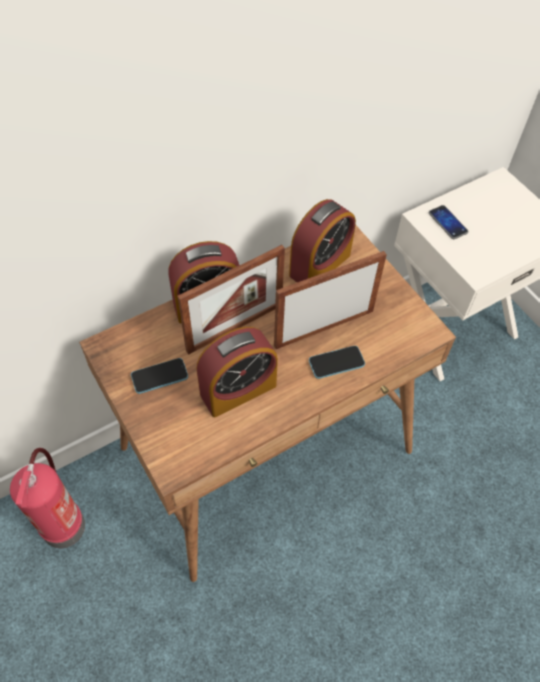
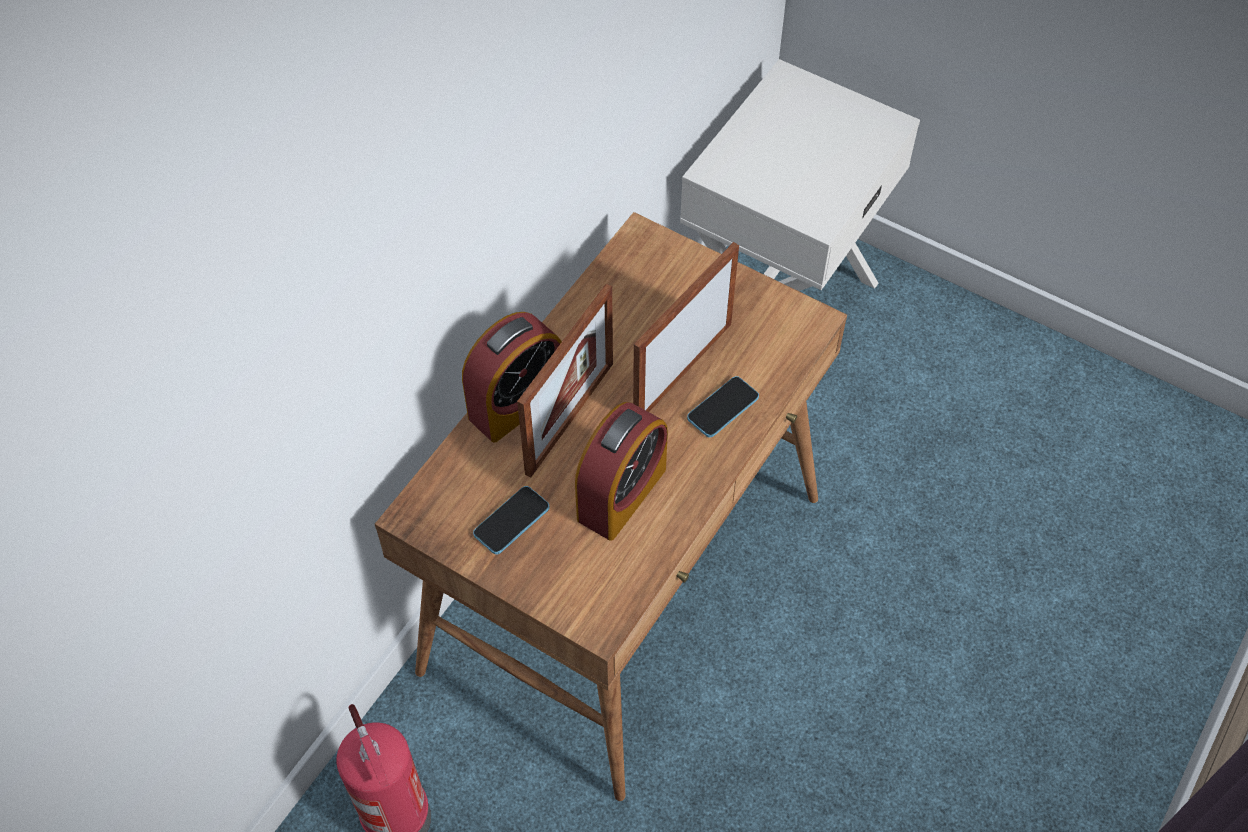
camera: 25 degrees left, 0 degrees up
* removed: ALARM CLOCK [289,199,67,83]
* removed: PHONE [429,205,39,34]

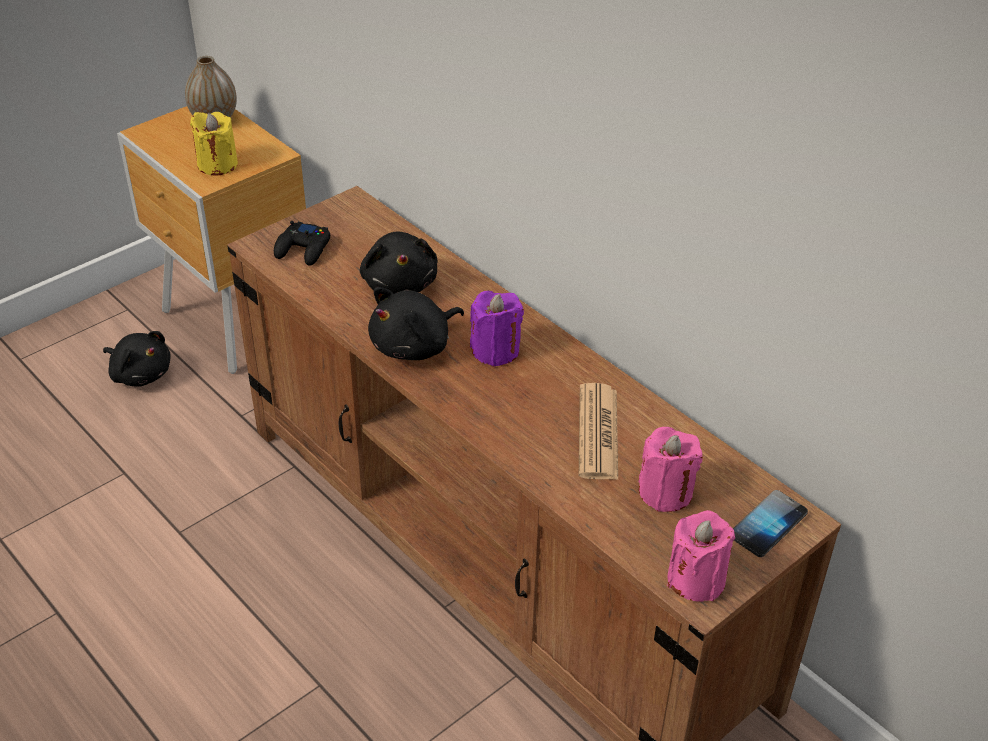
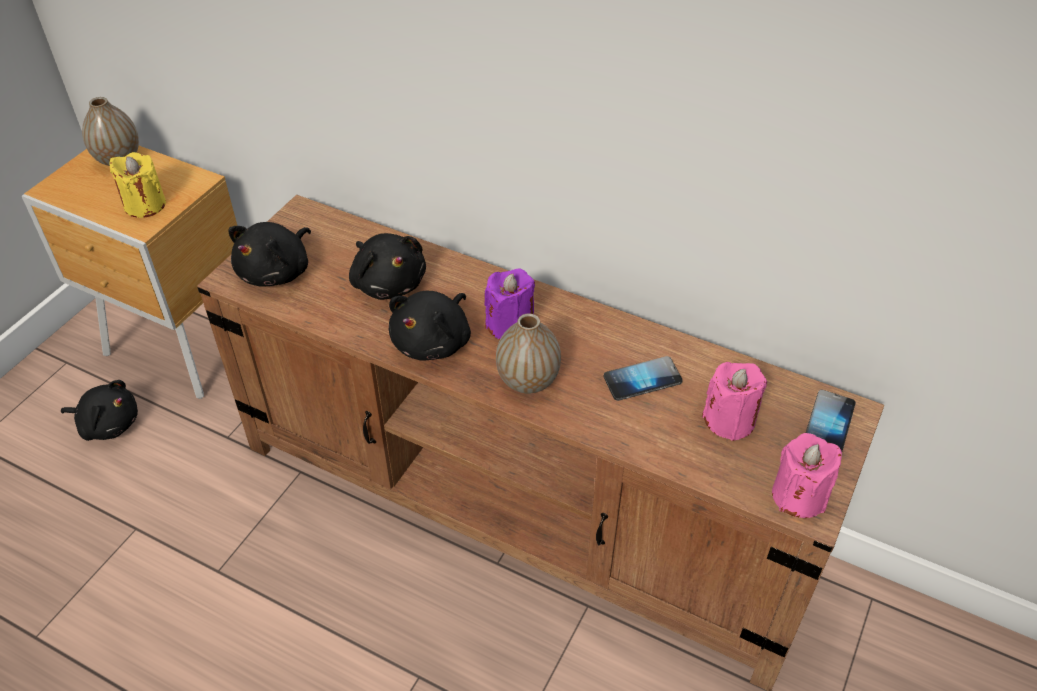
camera: 20 degrees left, 5 degrees up
* replaced: BLACK GAME CONTROLLER [274,221,56,45] to BLACK PLUSH TOY [228,222,83,65]
* replaced: NEWSPAPER [579,383,39,97] to PHONE [604,356,78,45]
* added: VASE [496,314,65,80]

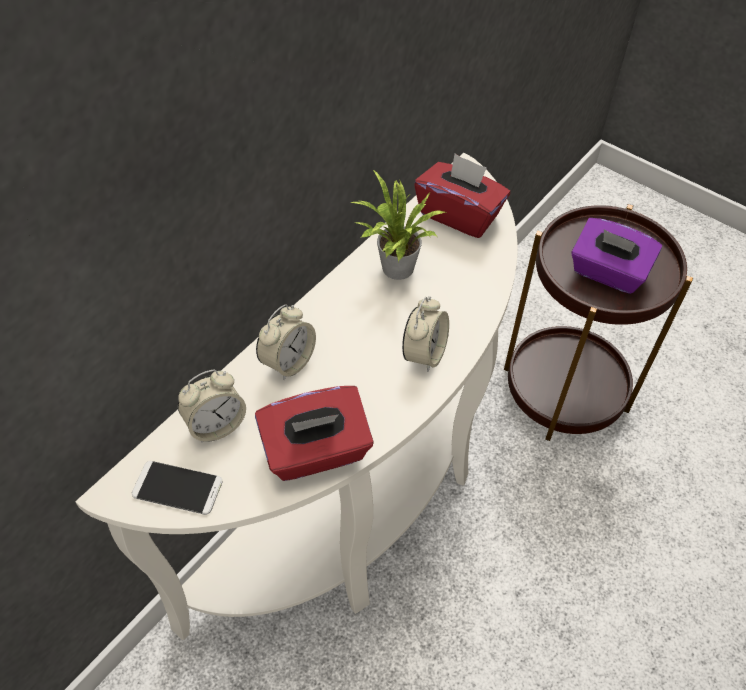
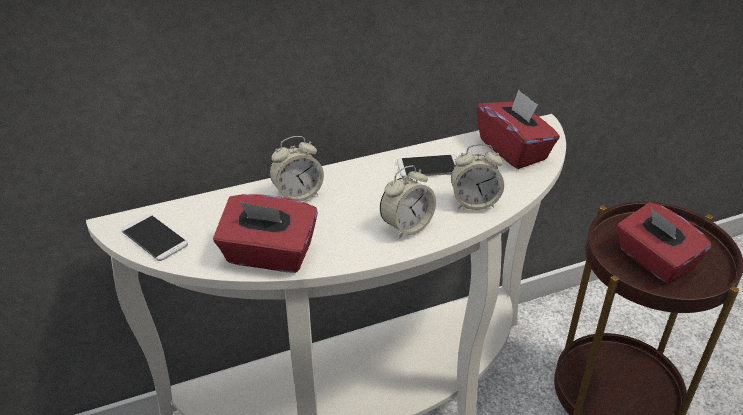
camera: 30 degrees right, 15 degrees down
* replaced: POTTED PLANT [350,170,96,110] to PHONE [397,155,60,23]
* recoloured: PURPLE TISSUE BOX [571,218,91,76] to RED TISSUE BOX [617,202,95,81]
* moved: ALARM CLOCK [178,369,68,74] to [451,144,53,66]

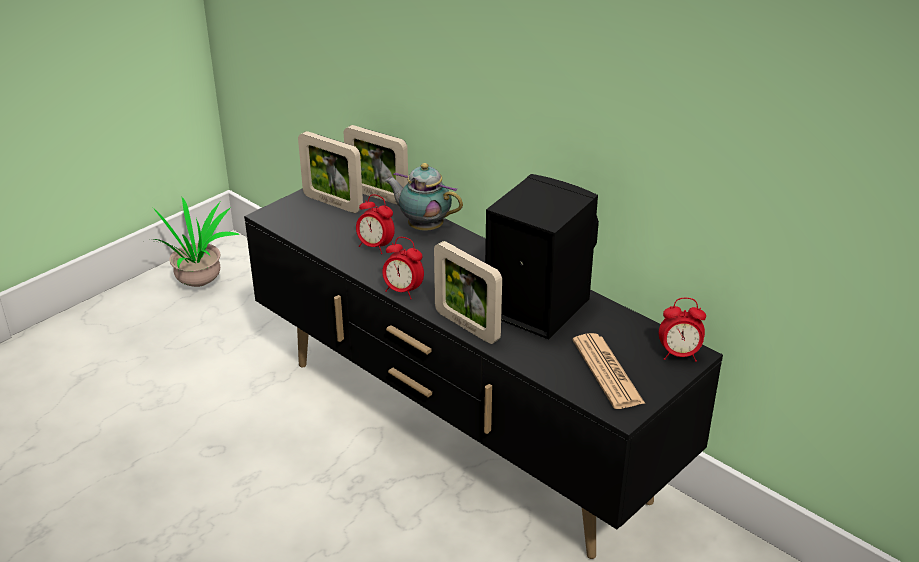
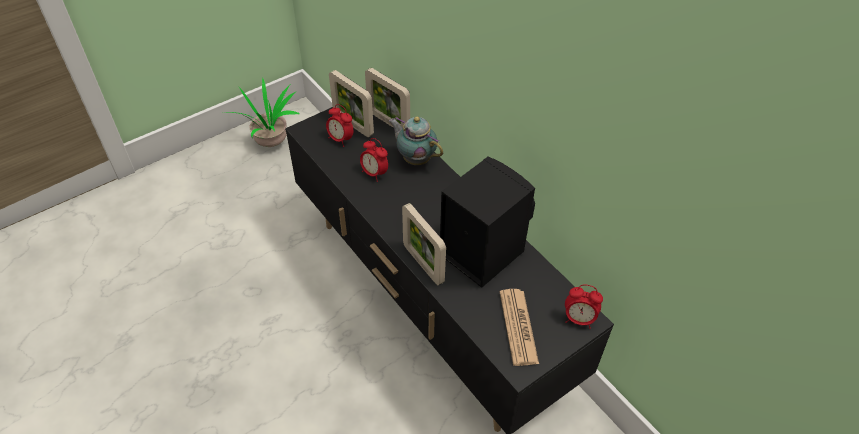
camera: 10 degrees right, 15 degrees up
* moved: ALARM CLOCK [382,237,42,62] to [326,104,27,43]

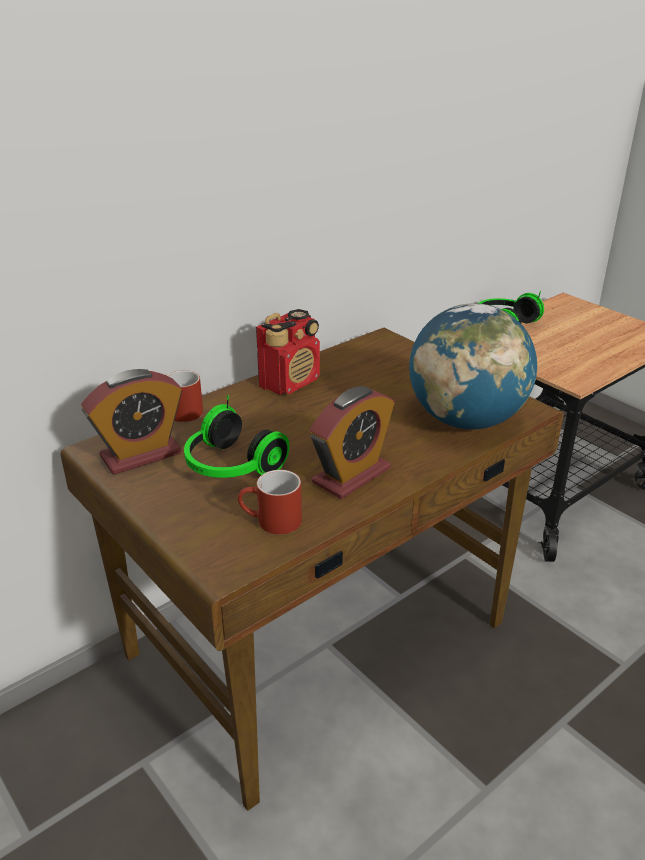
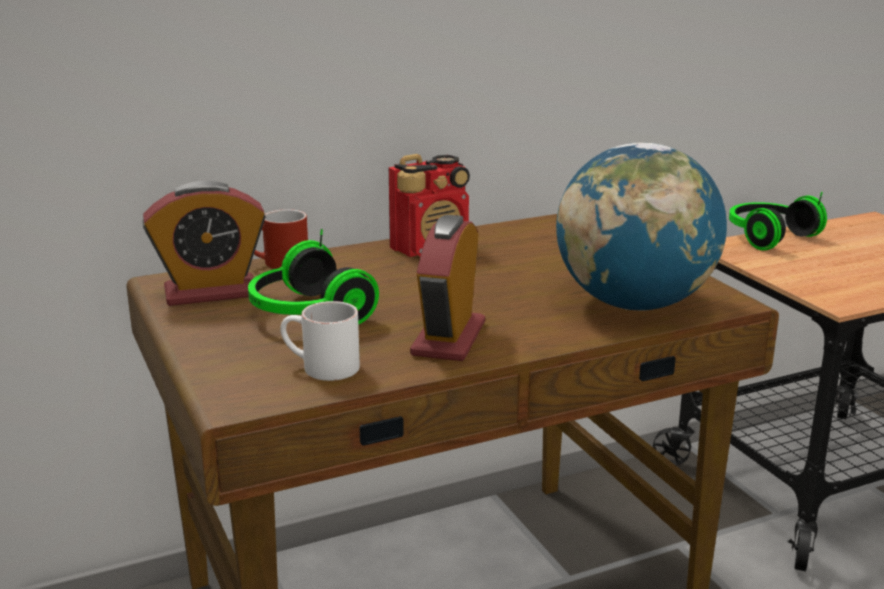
camera: 15 degrees right, 10 degrees down
* turned: ALARM CLOCK [310,386,85,114] = [410,215,75,146] 135 degrees clockwise
* recoloured: RED MUG [238,470,64,65] to WHITE MUG [280,301,80,80]

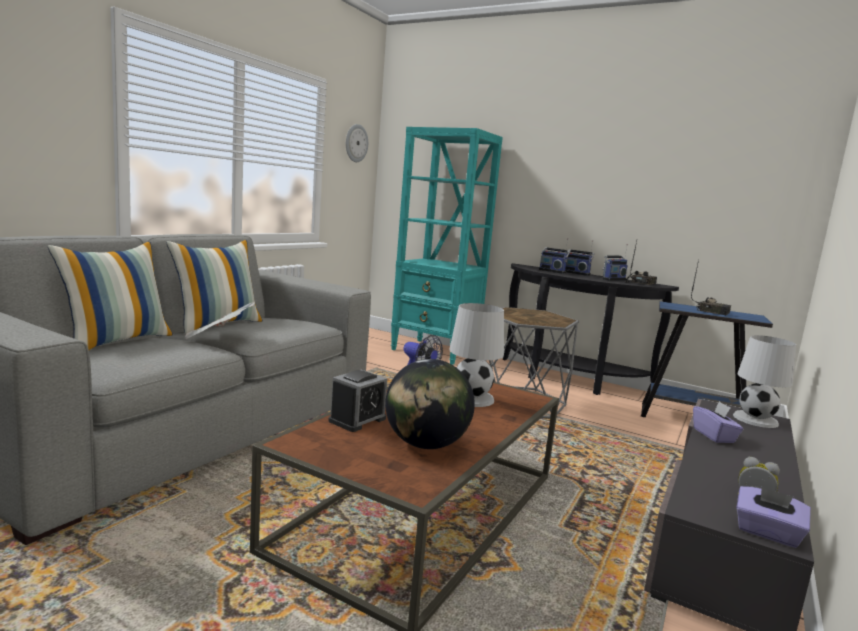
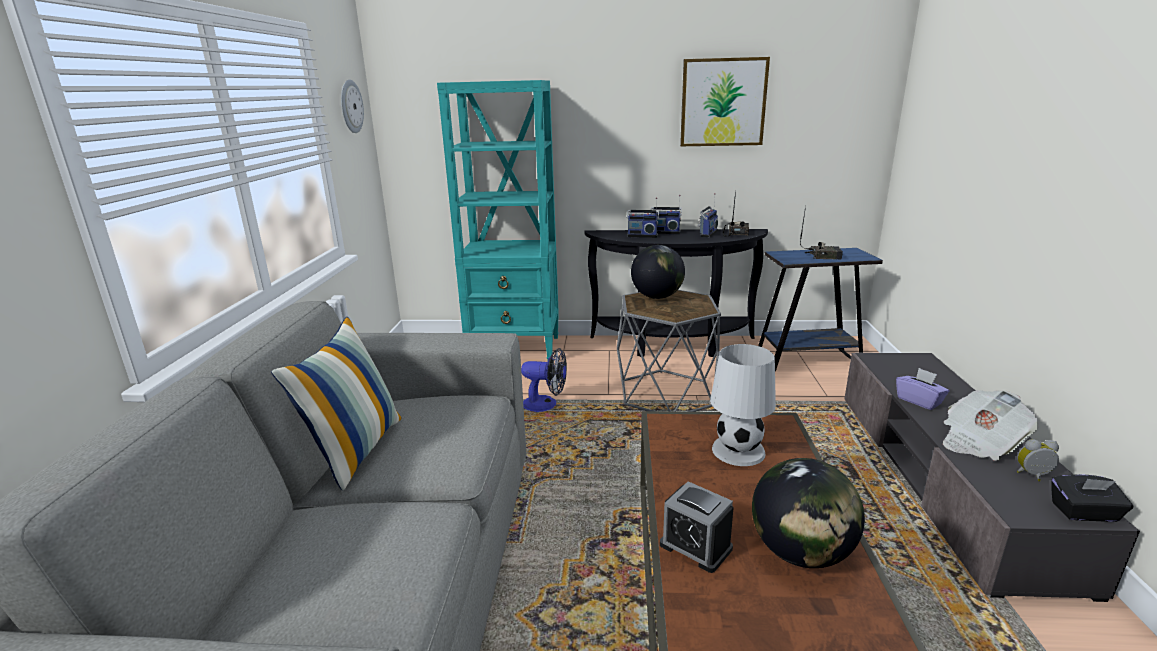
camera: 25 degrees left, 10 degrees up
* removed: PILLOW [47,242,126,108]
* moved: NEWSPAPER [185,302,70,38] to [943,390,96,71]
* removed: WHITE TABLE LAMP [733,335,63,93]
* turned: ALARM CLOCK [328,370,60,62] = [660,481,74,92] 120 degrees clockwise
* recoloured: PURPLE TISSUE BOX [736,486,75,62] to BLACK TISSUE BOX [1052,474,82,48]
* added: PICTURE [680,57,90,89]
* added: GLOBE [631,245,54,54]

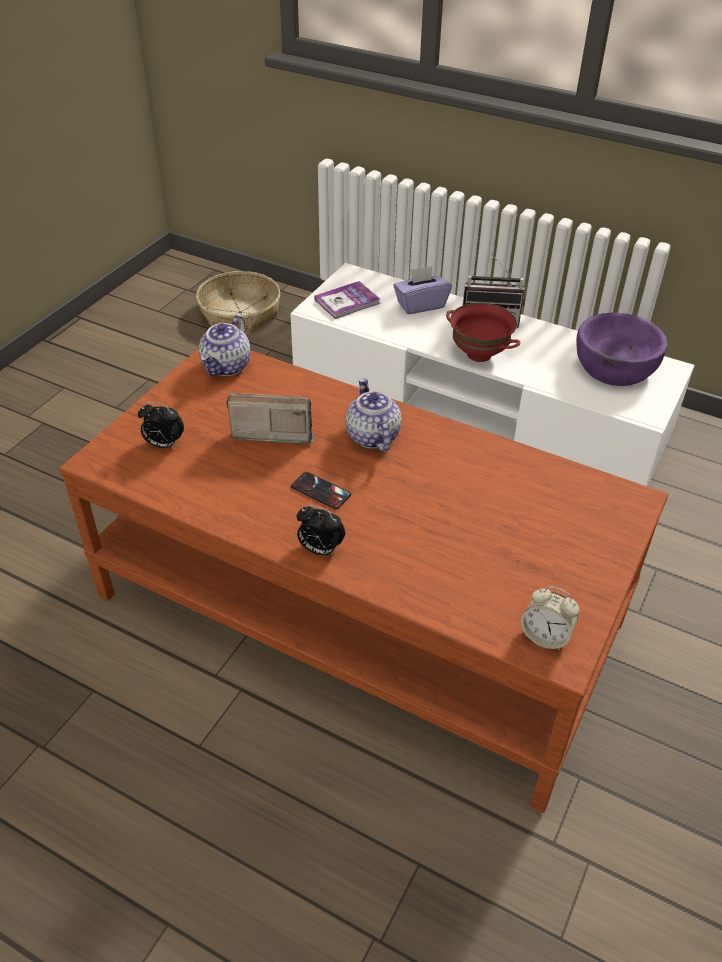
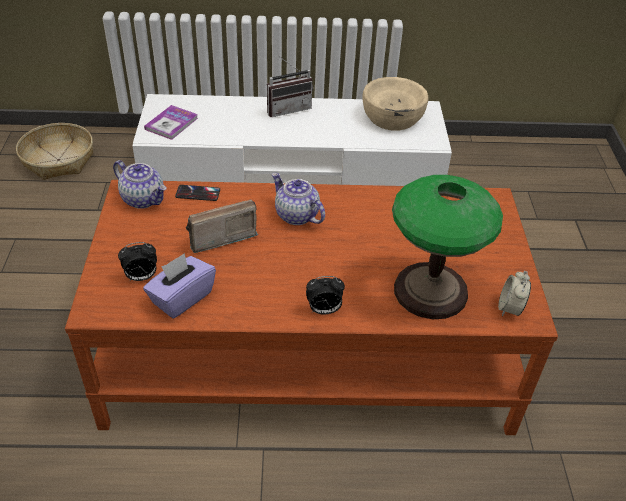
camera: 30 degrees left, 0 degrees up
* moved: PURPLE TISSUE BOX [393,266,59,48] to [143,253,73,65]
* removed: RED BOWL [446,303,74,59]
* recoloured: PURPLE BOWL [576,312,92,74] to BEIGE BOWL [362,77,67,54]
* turned: TEAPOT [199,315,52,61] = [113,160,53,49] 45 degrees counterclockwise
* moved: PHONE [291,472,60,37] to [175,185,45,16]
* turned: ALARM CLOCK [521,586,59,64] = [498,271,33,45] 105 degrees clockwise
* added: TABLE LAMP [392,175,111,144]

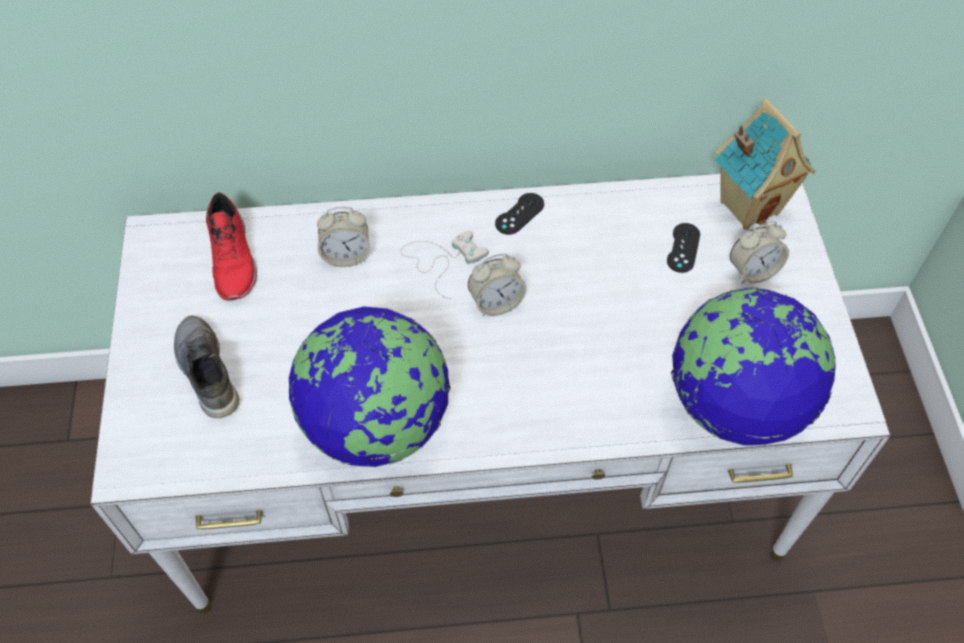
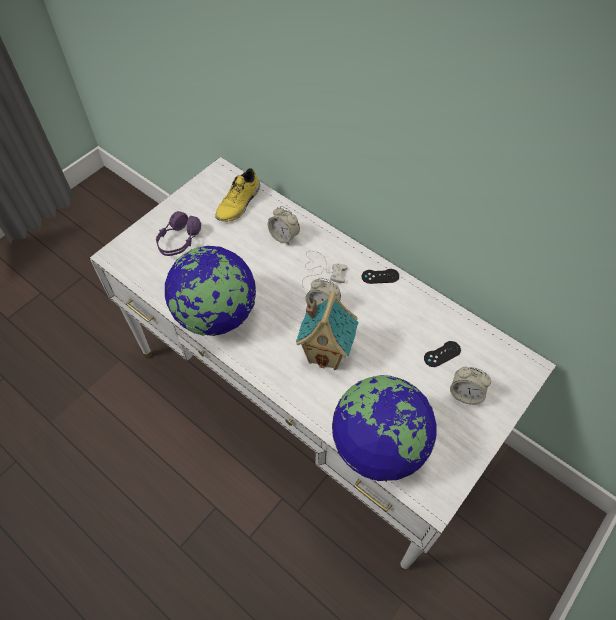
camera: 45 degrees right, 0 degrees up
* moved: TOY HOUSE [715,98,101,132] to [296,291,62,79]
* recoloured: RED SHOE [206,192,51,109] to YELLOW SHOE [215,168,45,54]
* replaced: GREY SHOE [174,315,65,103] to PURPLE HEADPHONES [156,211,45,45]

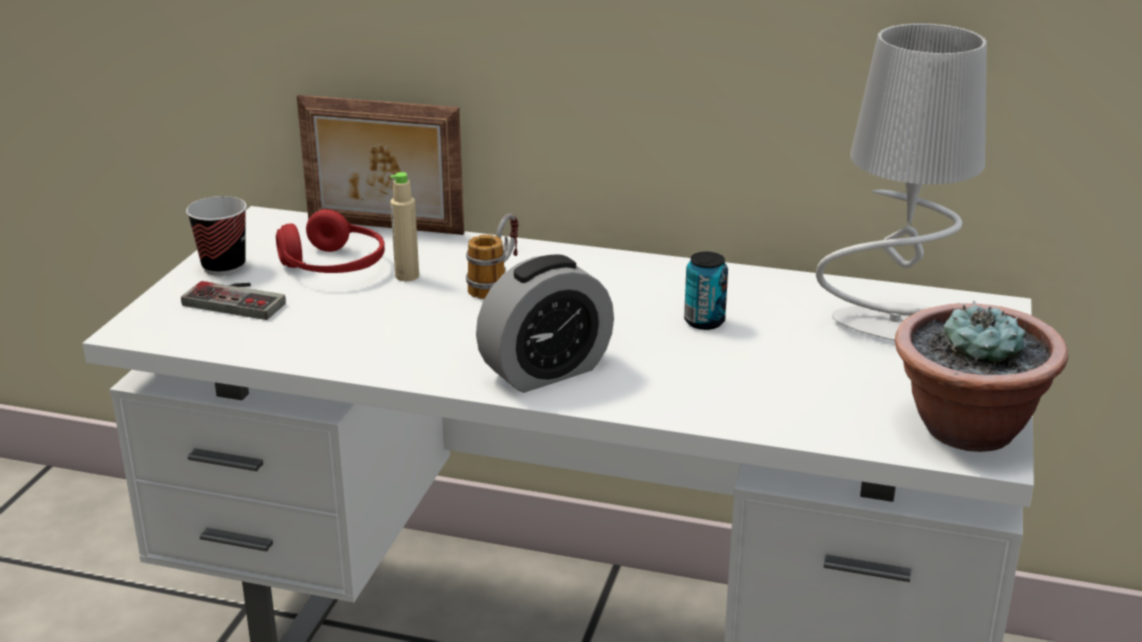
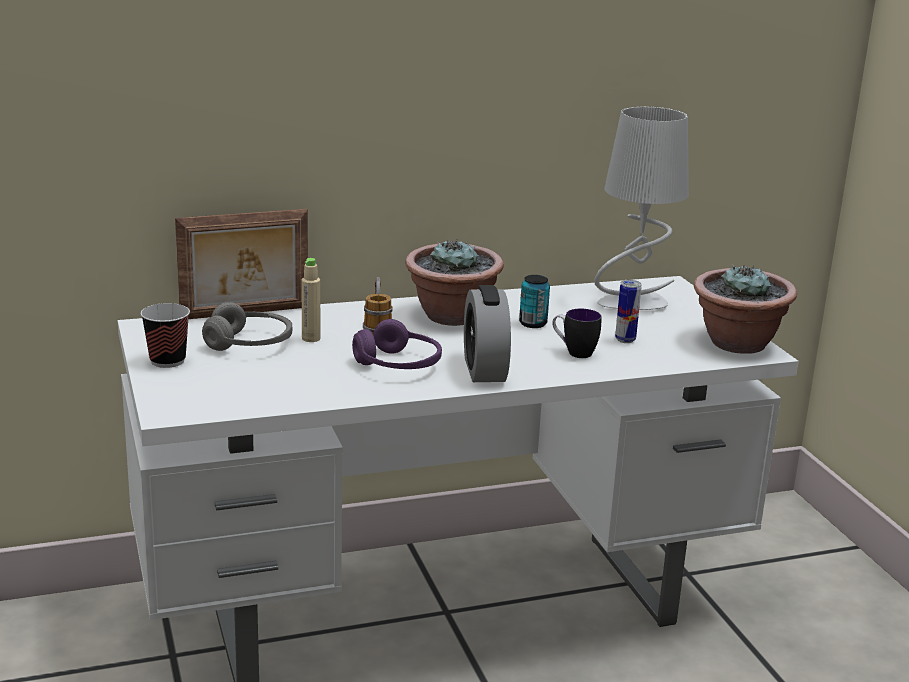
camera: 35 degrees left, 5 degrees down
* recoloured: RED HEADPHONES [276,209,109,64] to GREY HEADPHONES [202,302,90,49]
* turned: ALARM CLOCK [476,254,138,139] = [464,285,47,97] 150 degrees clockwise
* removed: GAME CONTROLLER [181,281,105,39]
* added: POTTED PLANT [405,240,99,86]
* added: CAN [615,280,27,63]
* added: MUG [552,309,50,49]
* added: PURPLE HEADPHONES [352,319,90,50]

